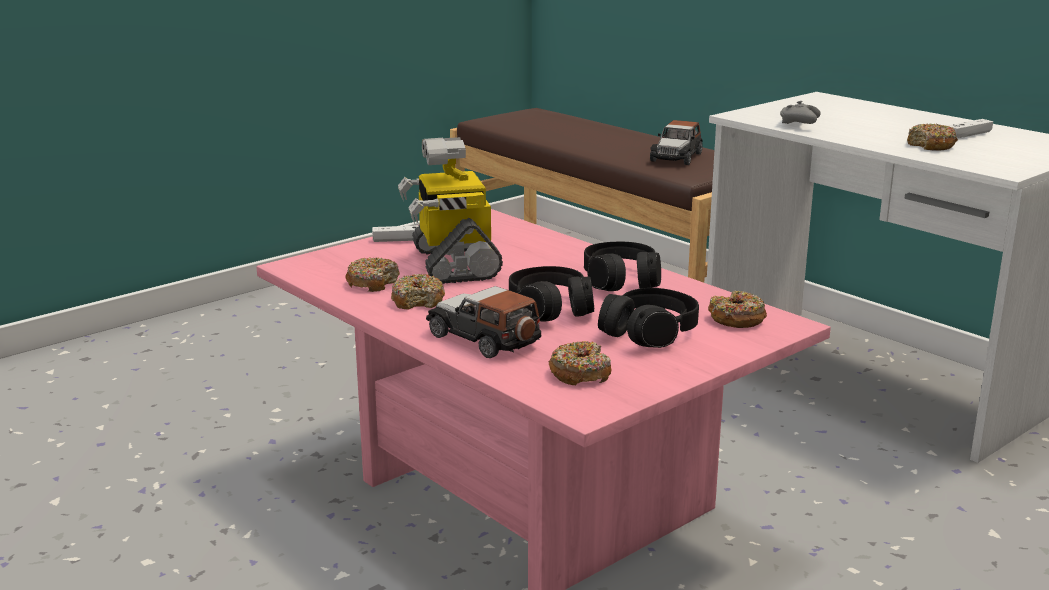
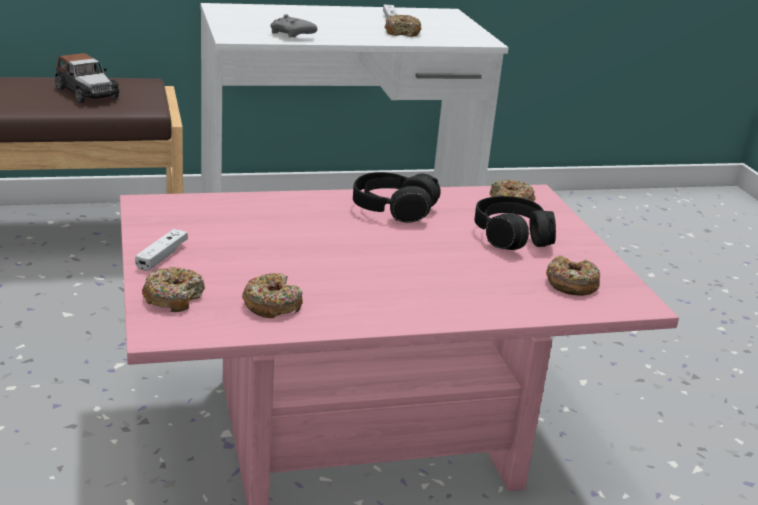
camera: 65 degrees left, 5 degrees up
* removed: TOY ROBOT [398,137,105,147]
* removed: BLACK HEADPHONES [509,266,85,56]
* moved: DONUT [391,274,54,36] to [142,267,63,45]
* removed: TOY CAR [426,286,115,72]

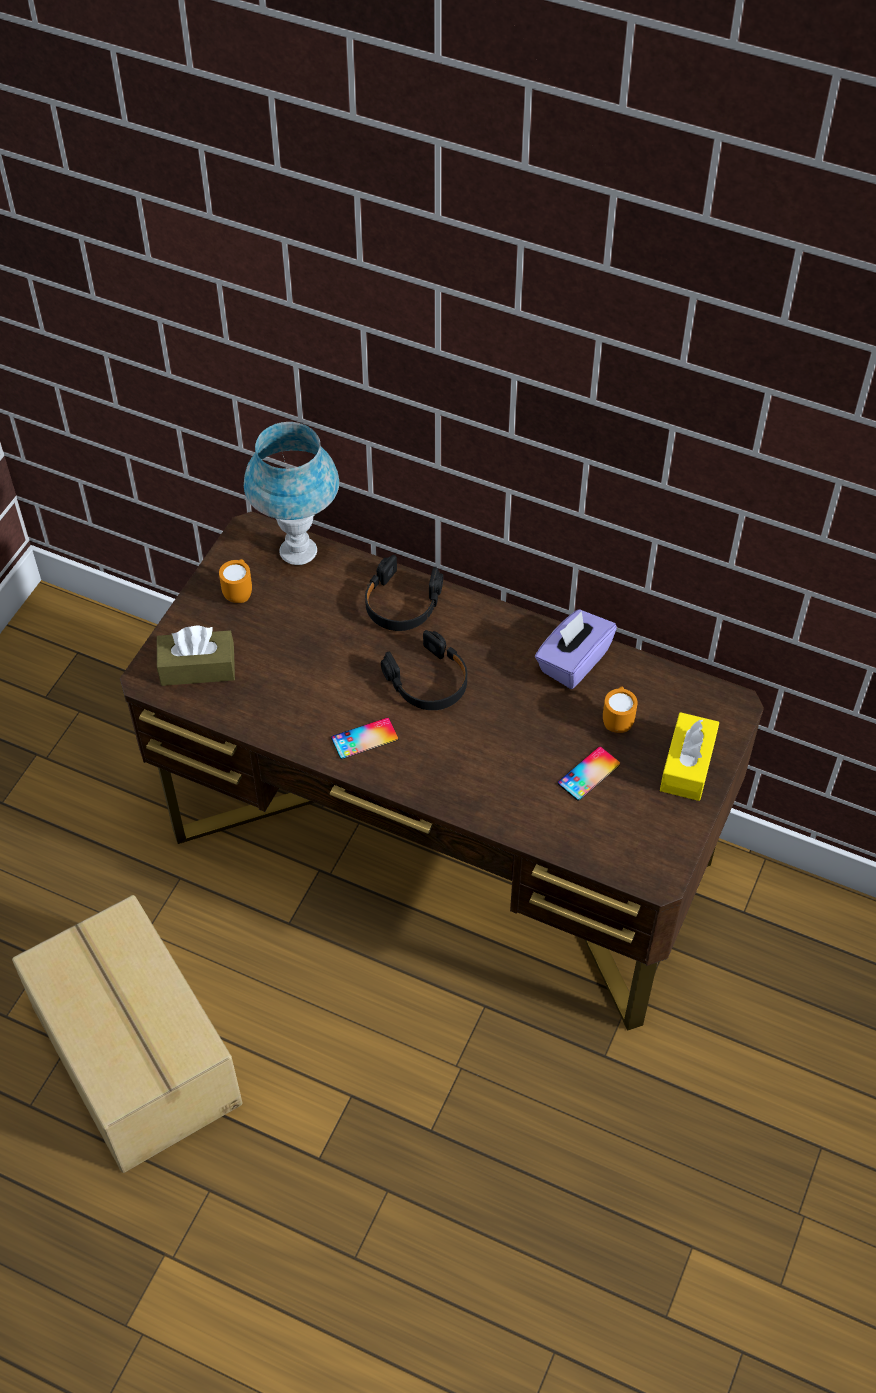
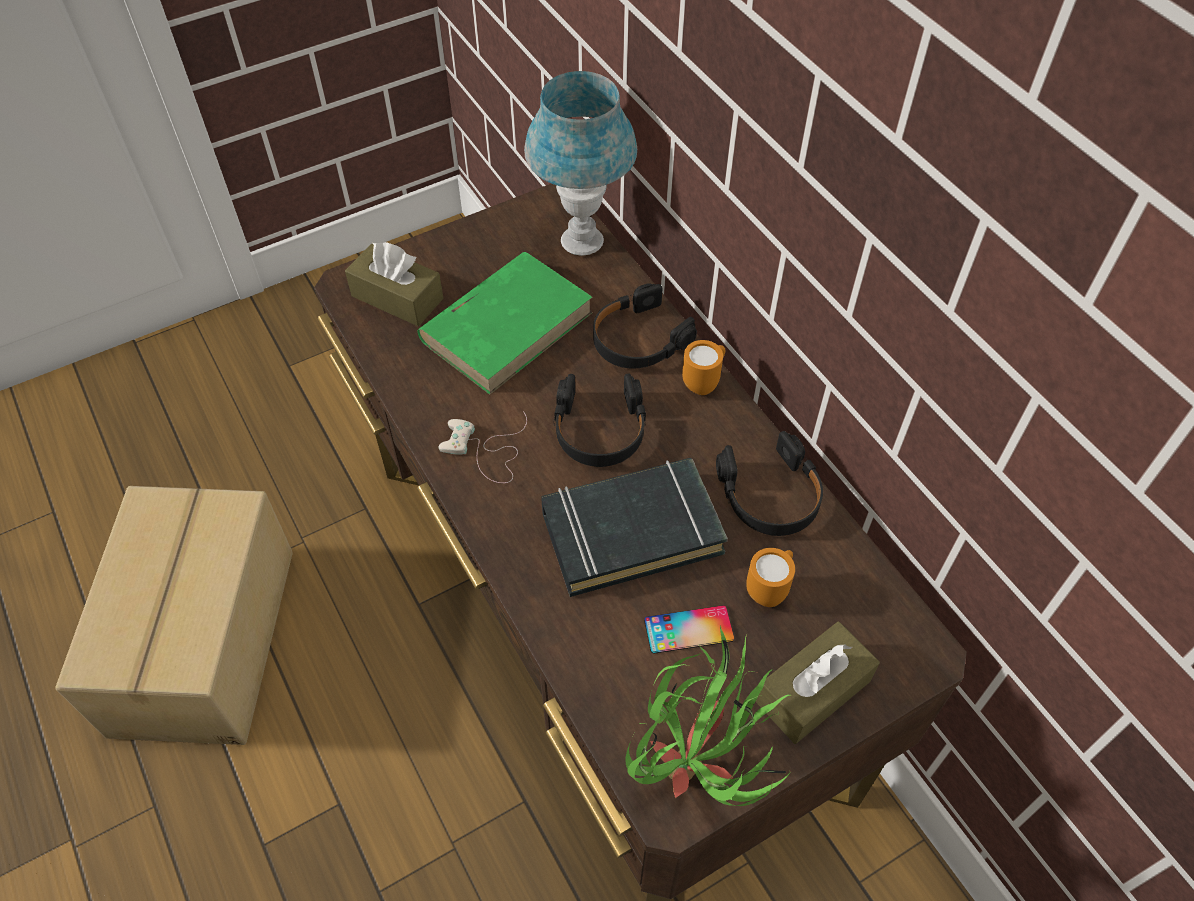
camera: 35 degrees right, 0 degrees up
* moved: ORANGE MUG [219,559,33,44] to [682,340,43,55]
* replaced: PURPLE TISSUE BOX [535,609,82,80] to BLACK HEADPHONES [716,431,107,105]
* recoloured: YELLOW TISSUE BOX [660,712,60,89] to BROWN TISSUE BOX [756,622,124,122]
* replaced: PHONE [331,718,67,41] to WHITE GAME CONTROLLER [439,411,88,72]
* added: GREEN BOOK [417,252,176,143]
* added: BLACK BOOK [541,458,187,139]
* added: POTTED PLANT [626,625,165,181]

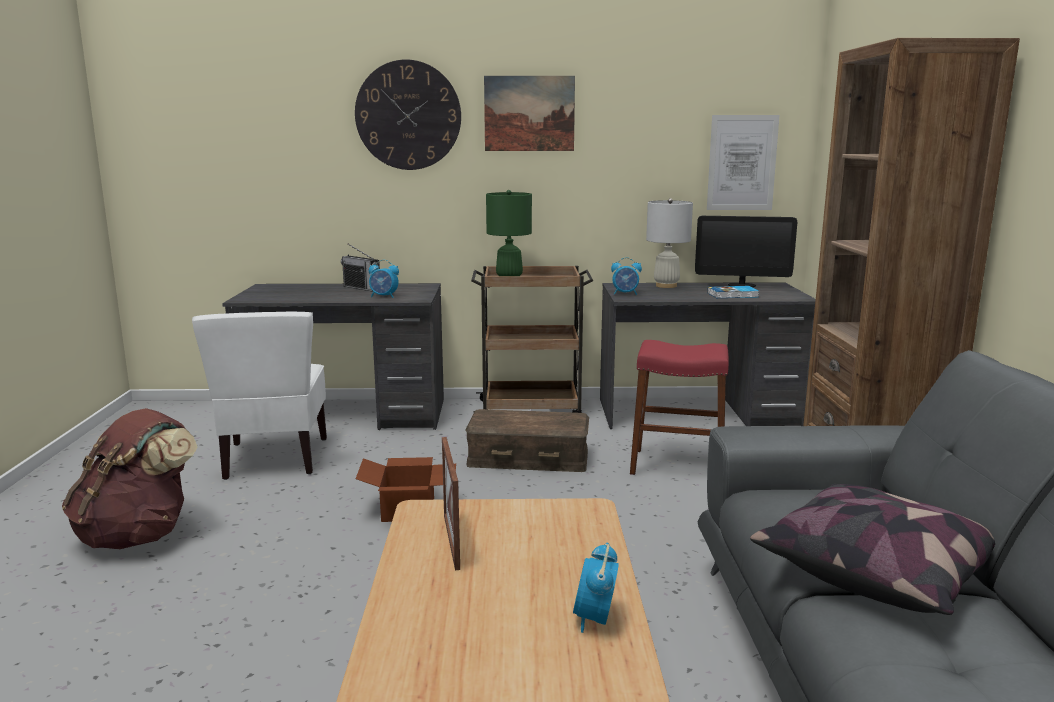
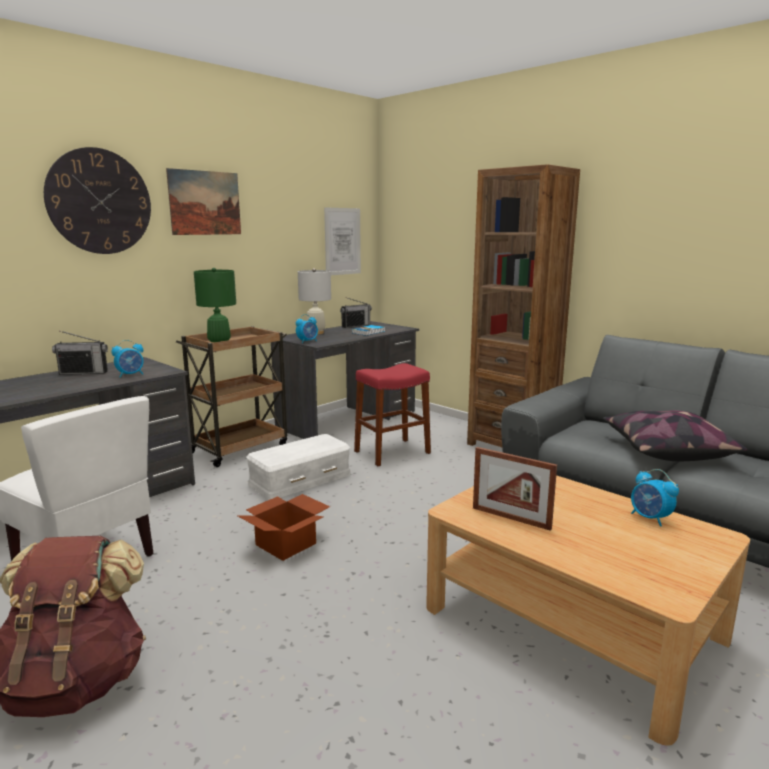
camera: 45 degrees left, 0 degrees up
* replaced: MONITOR [695,216,102,71] to RADIO [340,298,32,30]
* recoloured: BROWN STORAGE BOX [465,409,124,63] to WHITE STORAGE BOX [246,434,104,66]

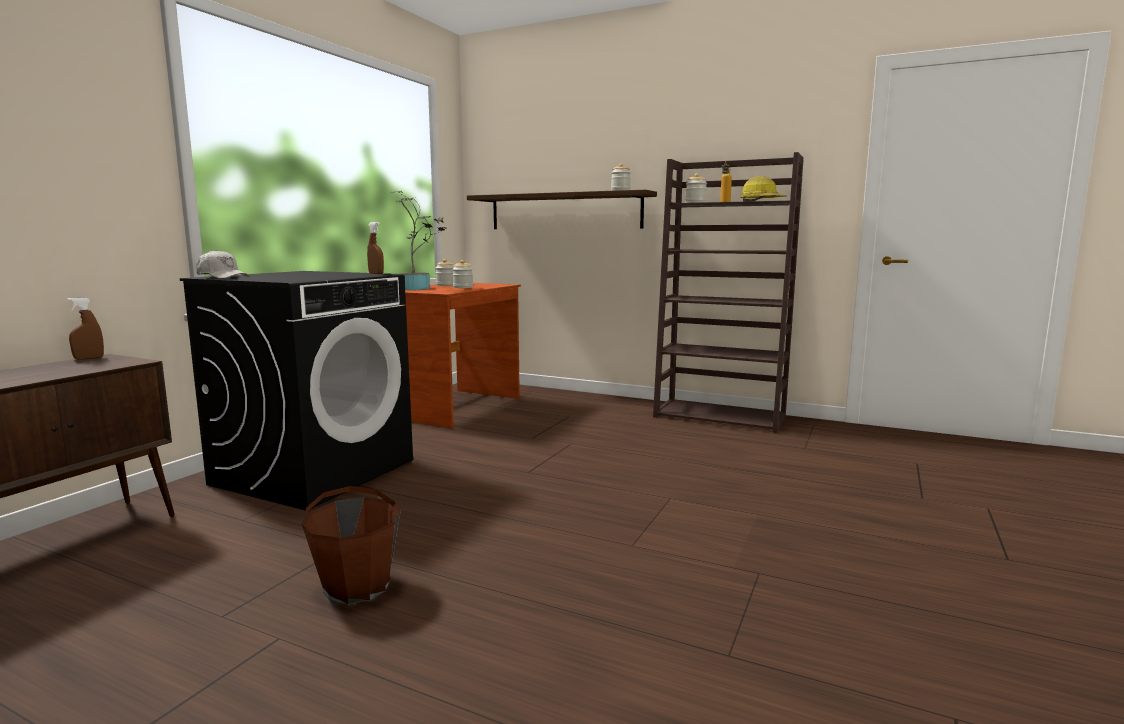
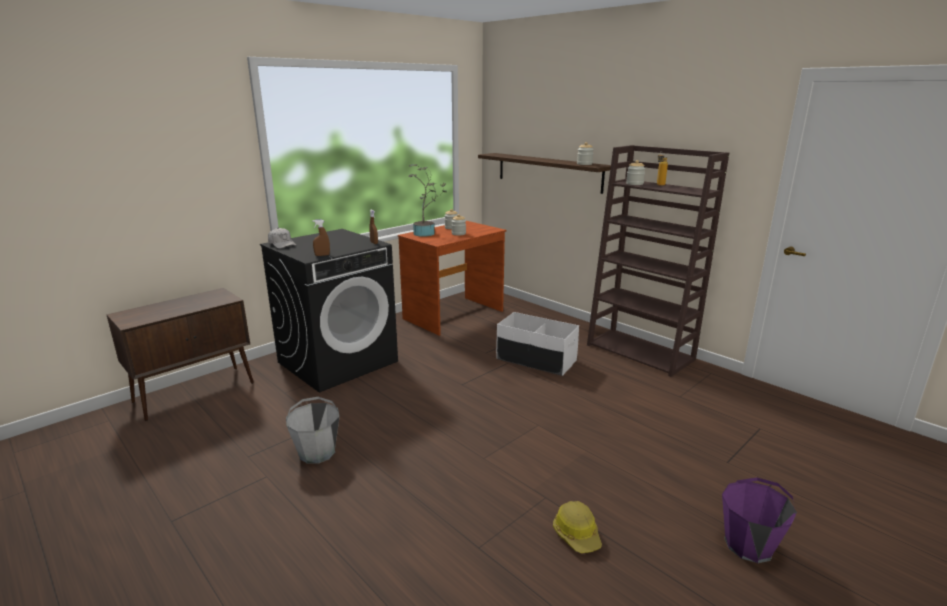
camera: 20 degrees right, 10 degrees up
* moved: HARD HAT [740,176,46,26] to [553,501,49,52]
* moved: BROWN SPRAY BOTTLE [68,297,36,63] to [313,220,17,36]
* recoloured: BROWN BUCKET [301,486,100,118] to GREY BUCKET [286,397,54,67]
* added: WHITE STORAGE BOX [496,312,83,64]
* added: PURPLE BUCKET [722,477,75,86]

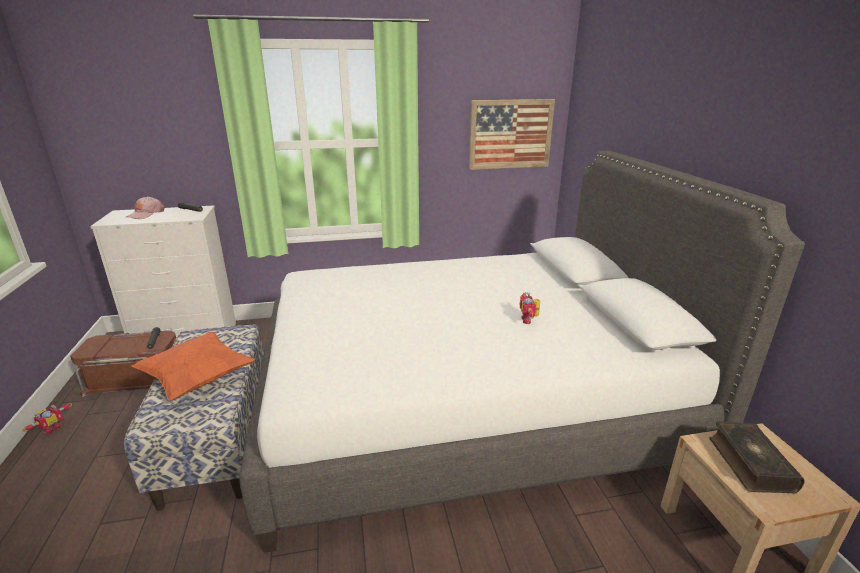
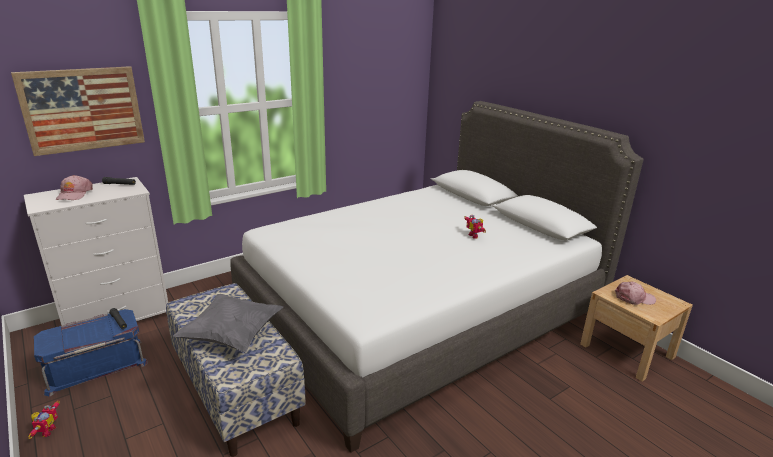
camera: 25 degrees left, 0 degrees up
* moved: PICTURE [469,99,86,71] to [11,66,134,90]
* recoloured: BROWN STORAGE BOX [70,330,106,67] to BLUE STORAGE BOX [34,309,114,87]
* recoloured: ORANGE PILLOW [132,332,123,69] to GREY PILLOW [173,294,110,58]
* replaced: BOOK [709,421,96,73] to PINK CAP [615,282,41,23]

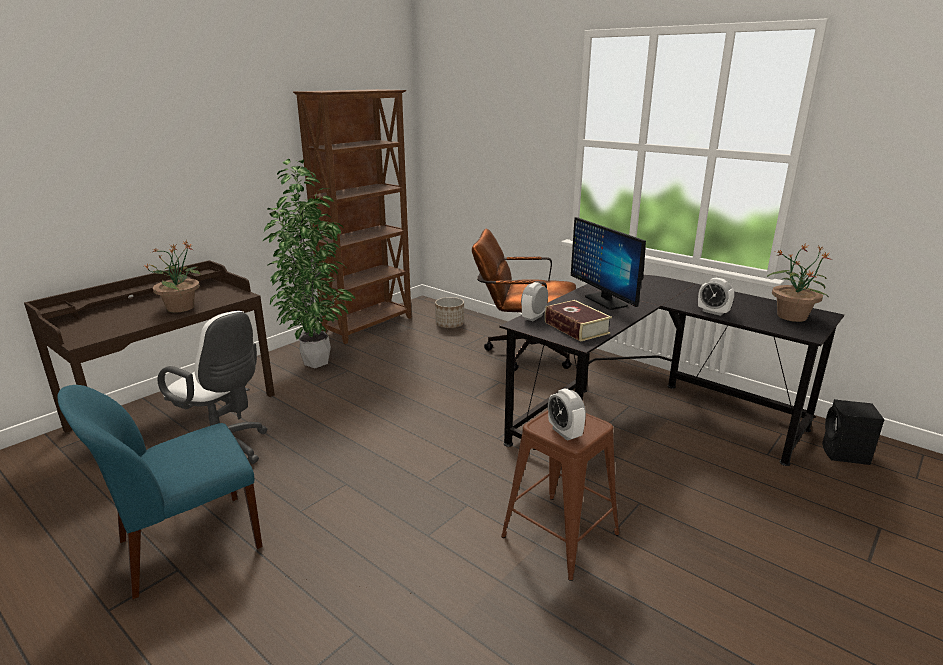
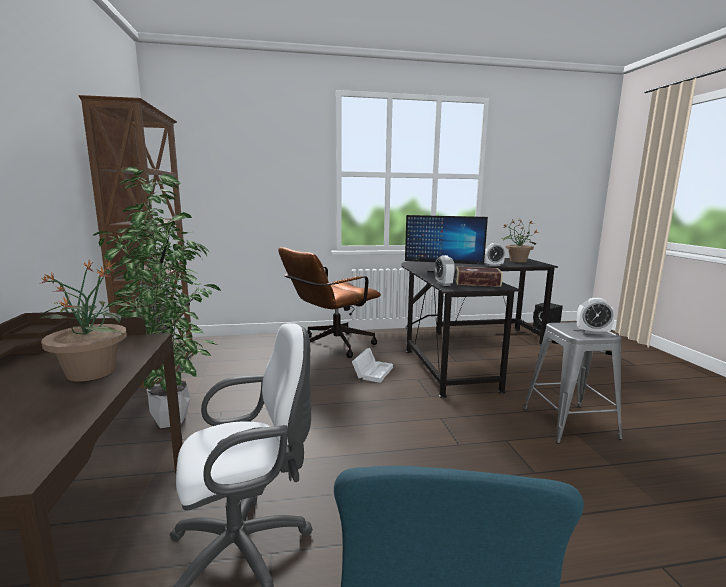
camera: 50 degrees left, 10 degrees down
* removed: PLANTER [435,297,29,31]
* recoloured: BROWN STOOL [501,410,118,171] to GREY STOOL [523,322,99,122]
* added: WHITE STORAGE BOX [352,348,41,35]

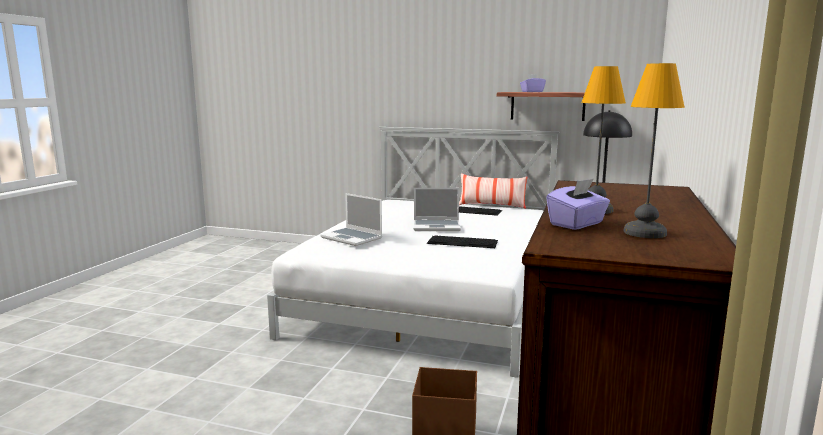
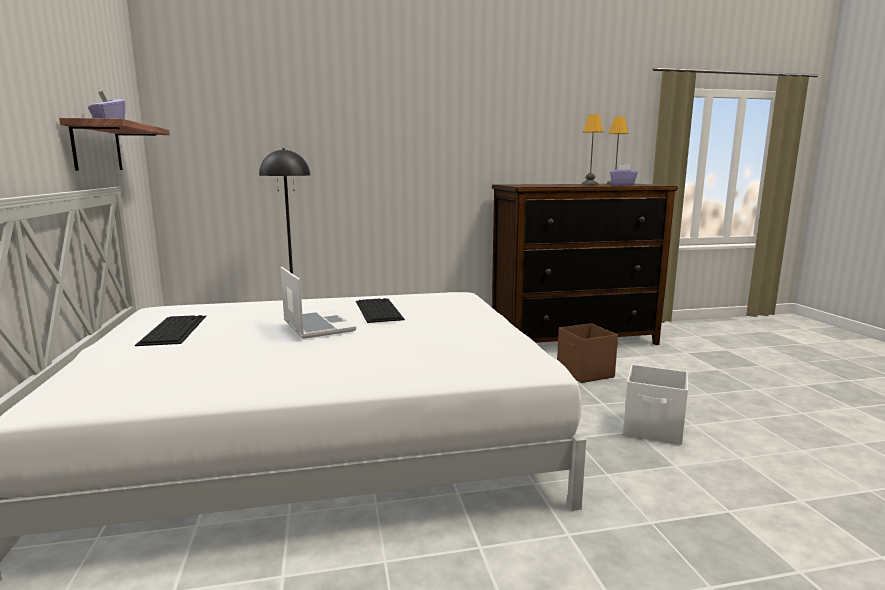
camera: 120 degrees left, 0 degrees up
* removed: PILLOW [459,173,69,36]
* removed: LAPTOP [321,193,62,53]
* added: WHITE STORAGE BOX [623,364,65,81]

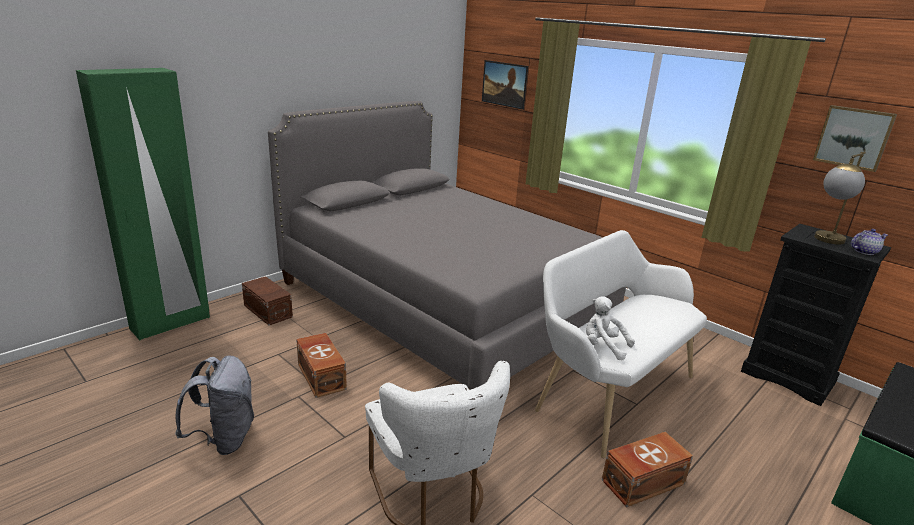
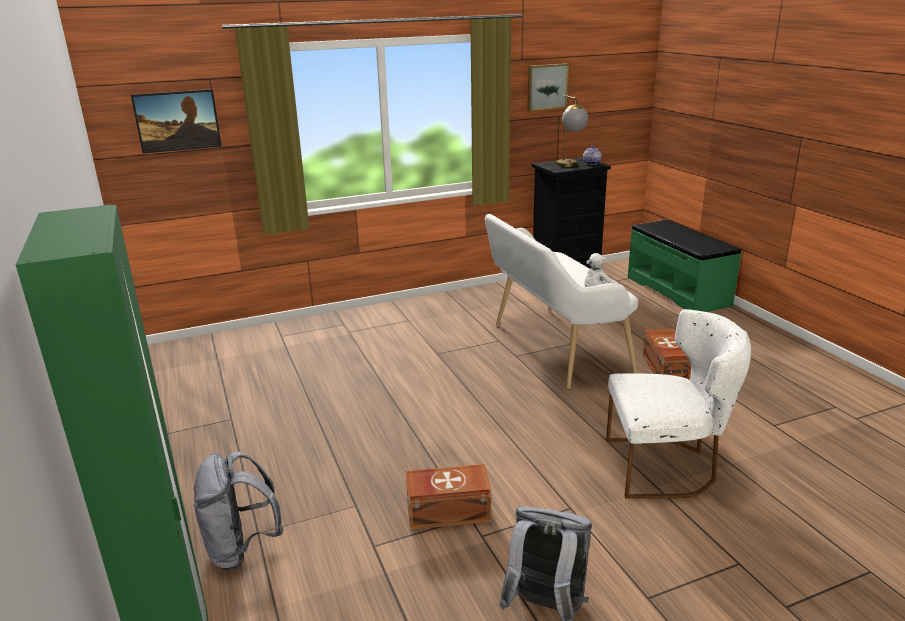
camera: 65 degrees left, 0 degrees up
* removed: GREY BED [268,101,358,289]
* replaced: BROWN STORAGE BOX [242,276,51,49] to GREY BACKPACK [193,452,90,117]

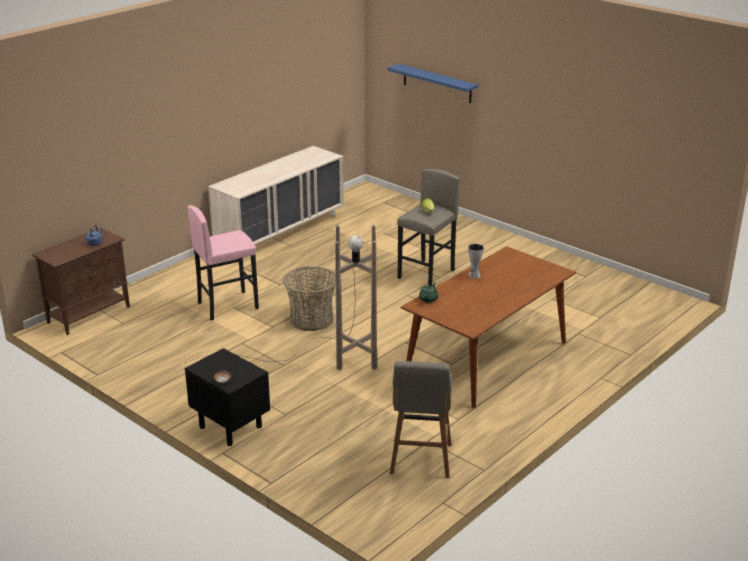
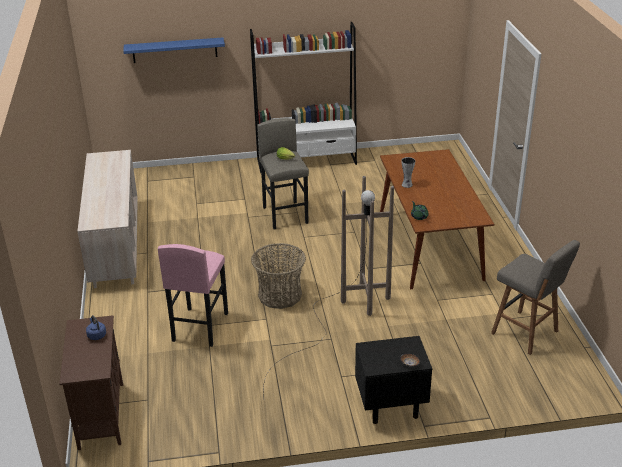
camera: 50 degrees left, 5 degrees up
* added: WHITE BOOKCASE [250,22,107,151]

